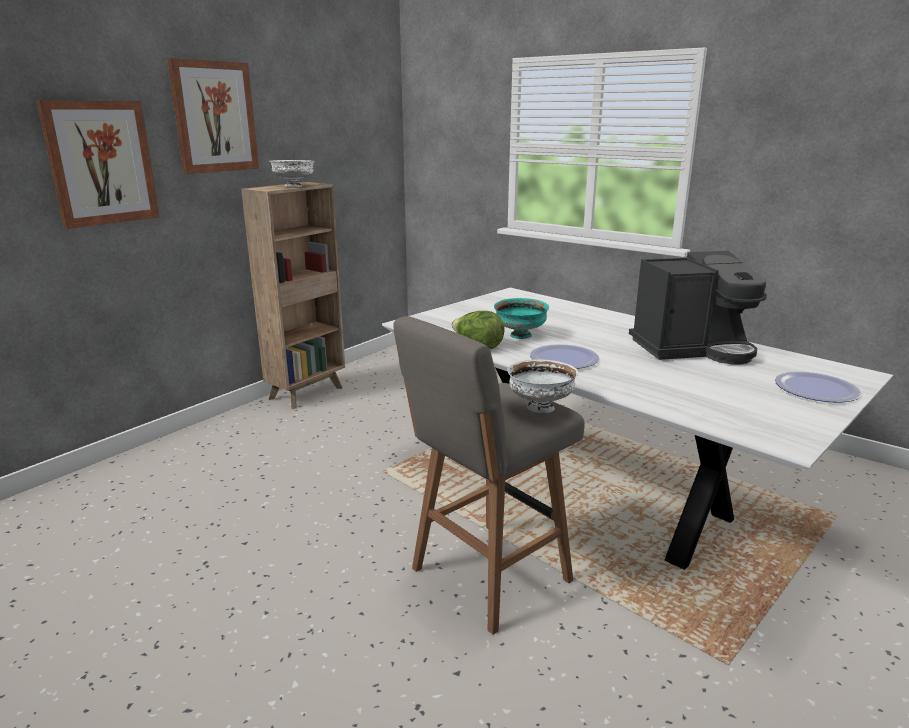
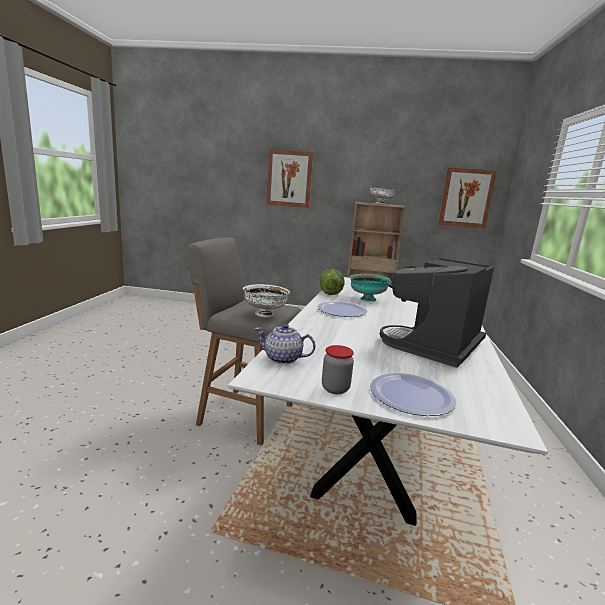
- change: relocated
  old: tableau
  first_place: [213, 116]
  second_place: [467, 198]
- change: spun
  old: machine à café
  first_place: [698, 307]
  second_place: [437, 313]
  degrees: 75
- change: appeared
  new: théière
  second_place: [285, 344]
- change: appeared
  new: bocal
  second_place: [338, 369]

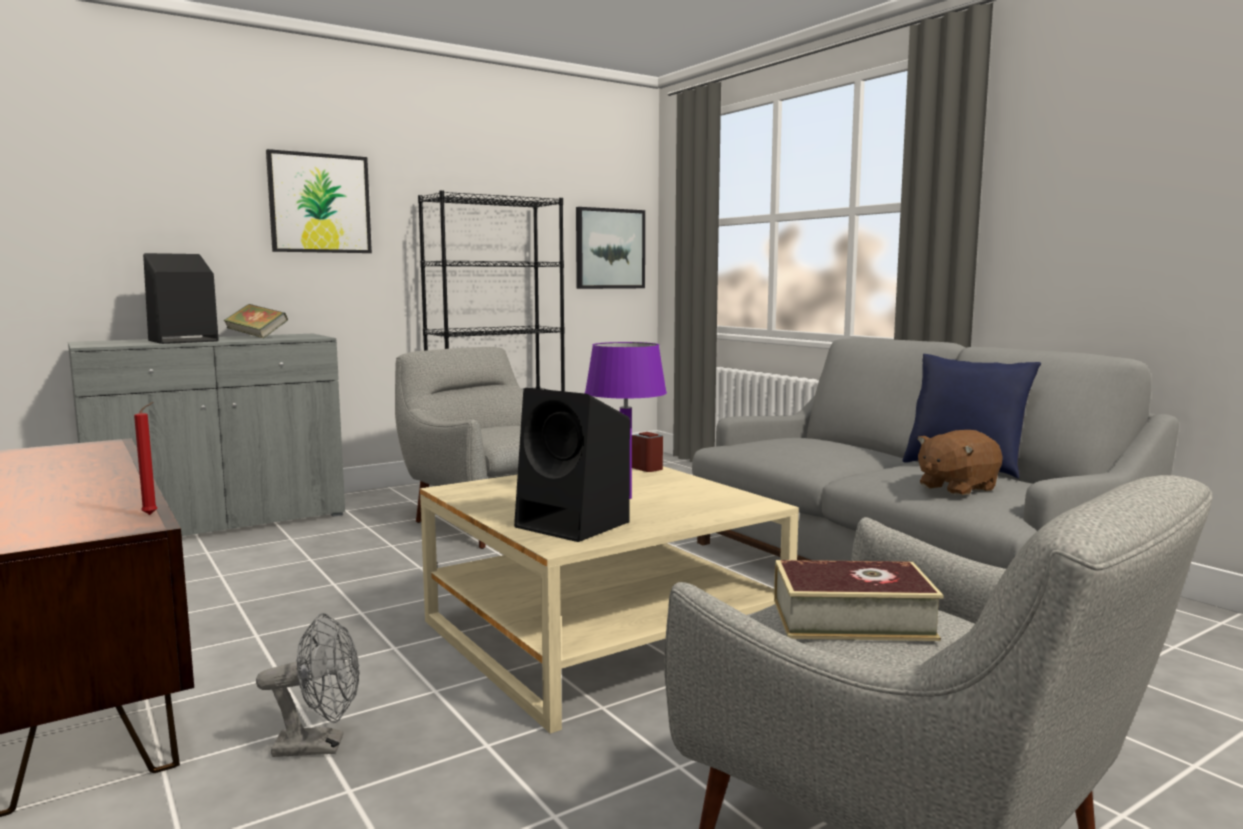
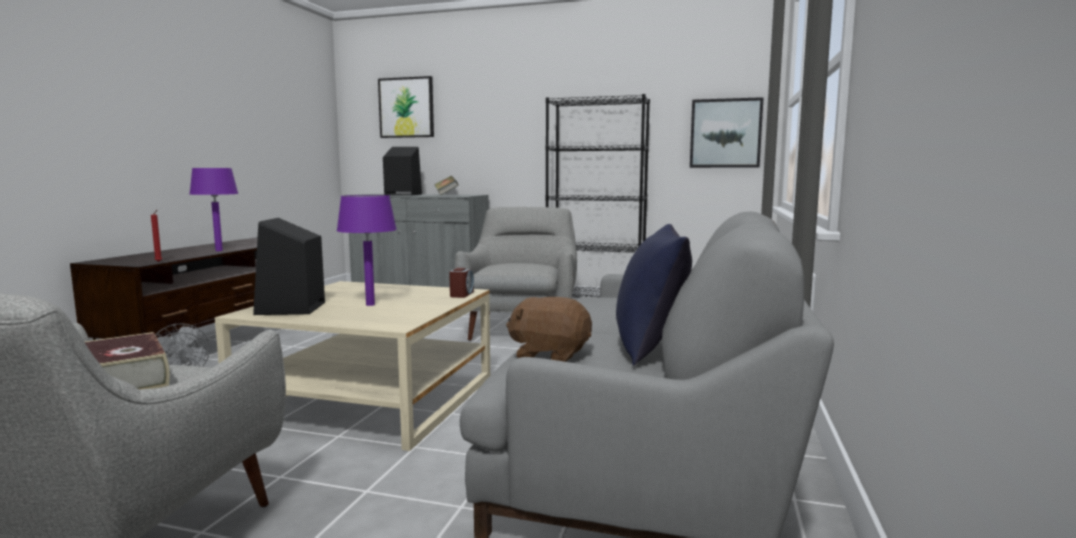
- change: relocated
  old: tableau
  first_place: [319, 201]
  second_place: [406, 107]
- change: appeared
  new: lampe de table/violet
  second_place: [214, 209]

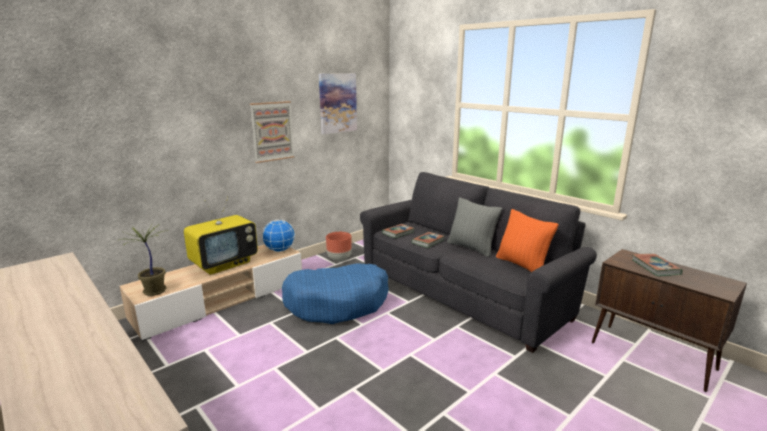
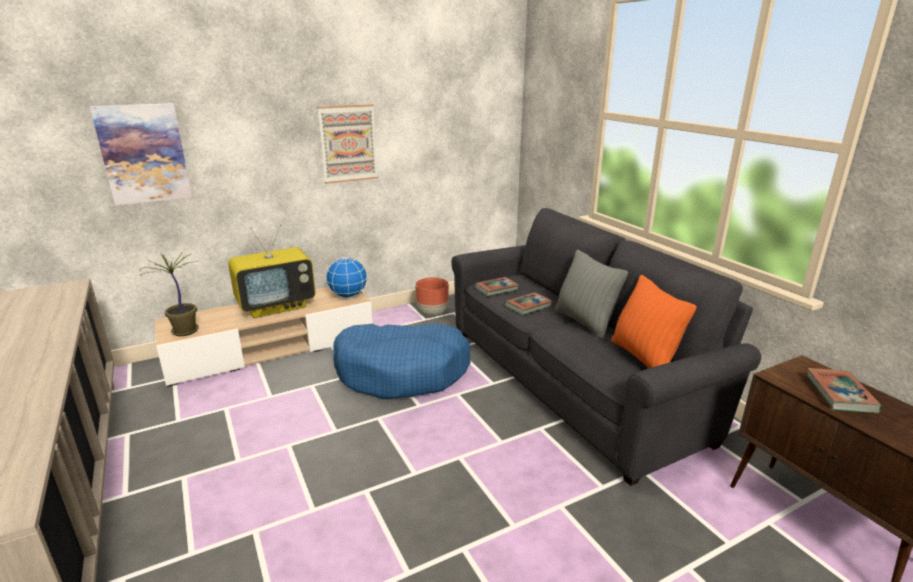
- change: relocated
  old: tableau
  first_place: [338, 103]
  second_place: [141, 154]

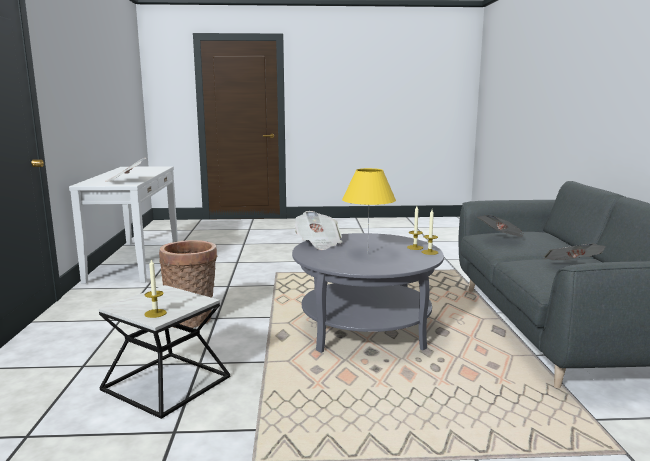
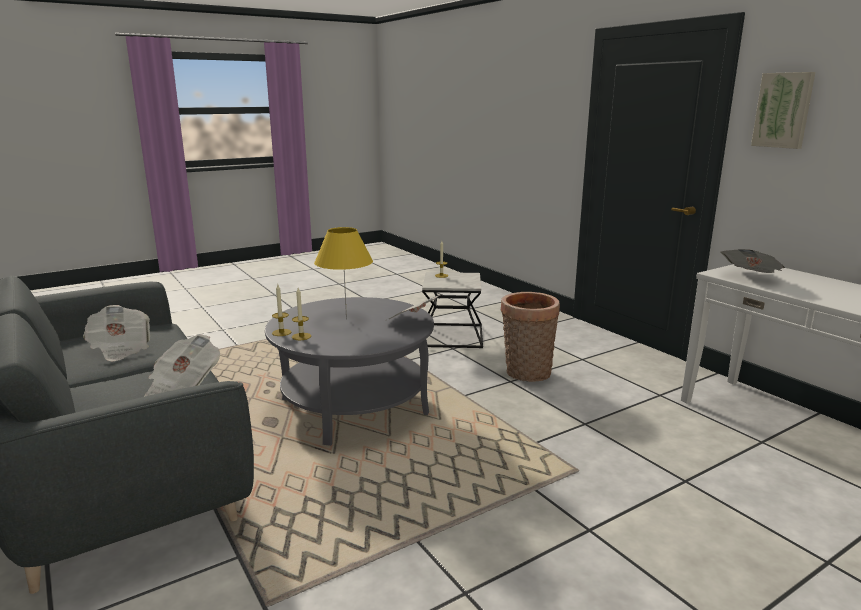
- change: appeared
  new: tableau
  second_place: [783, 110]

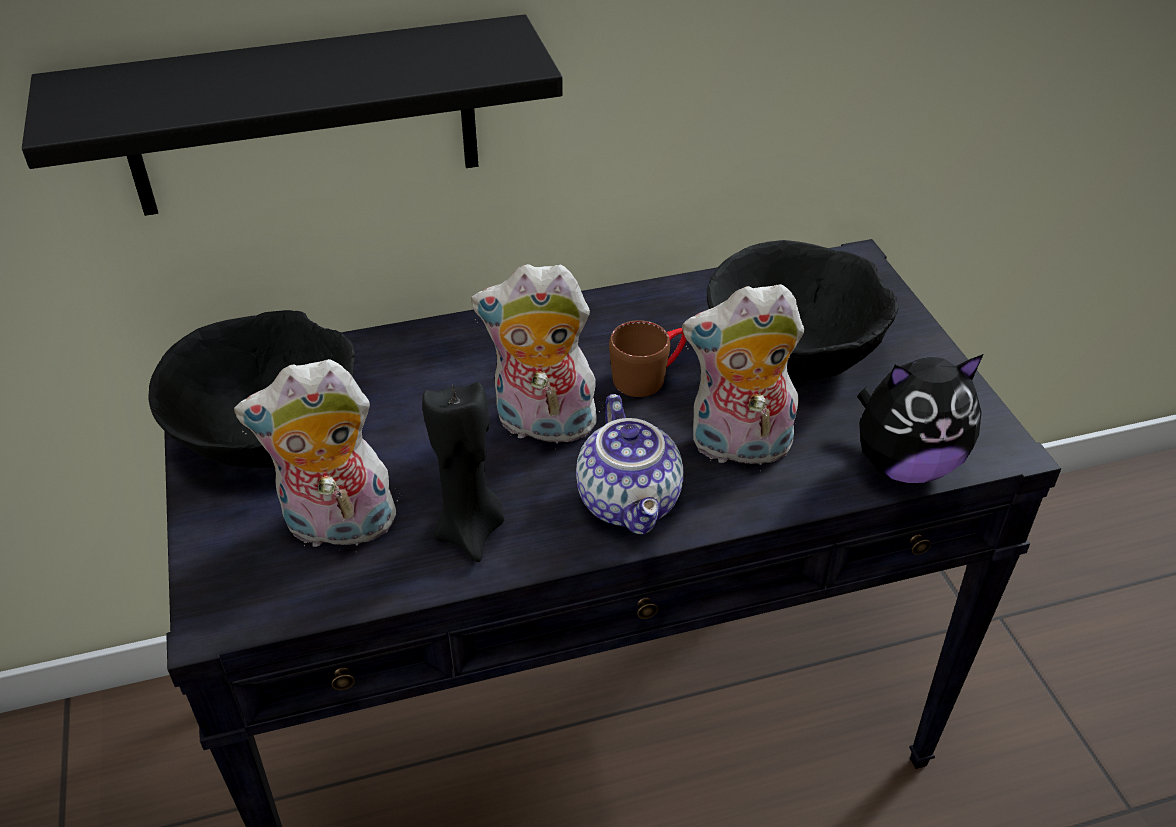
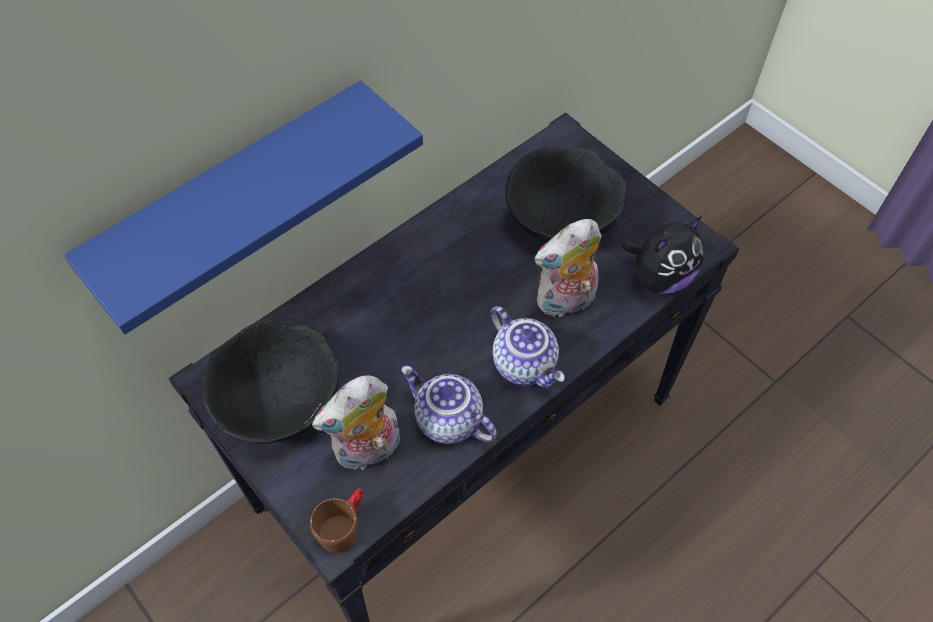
- change: colour
  old: étagère/noir
  new: étagère/bleu
  first_place: [292, 115]
  second_place: [243, 207]
- change: exchanged
  old: bougie/noir
  new: théière
  first_place: [463, 472]
  second_place: [449, 405]
- change: missing
  old: peluche
  first_place: [535, 356]
- change: relocated
  old: mug/marron
  first_place: [647, 358]
  second_place: [336, 520]

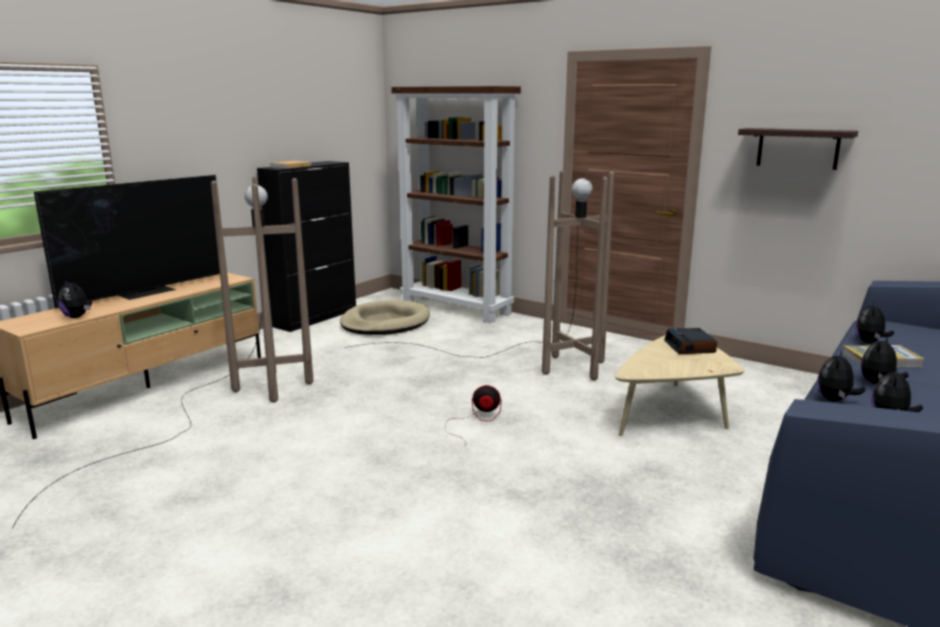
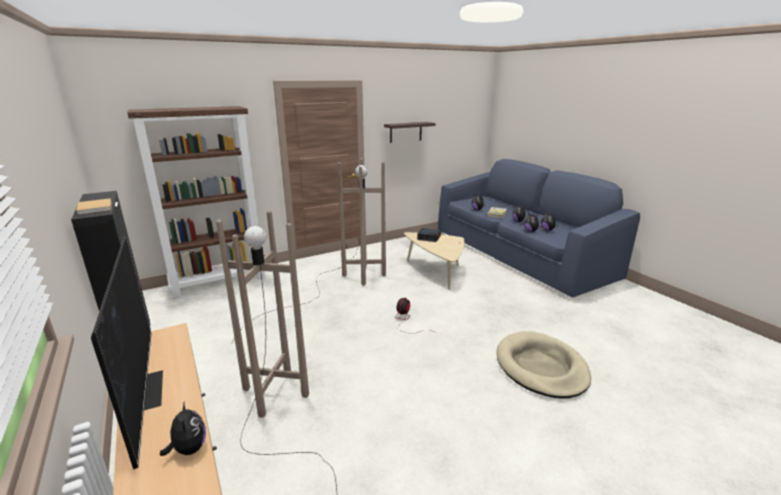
- change: spun
  old: peluche
  first_place: [75, 298]
  second_place: [183, 429]
  degrees: -90
- change: relocated
  old: panier pour chien/beige
  first_place: [385, 317]
  second_place: [543, 365]

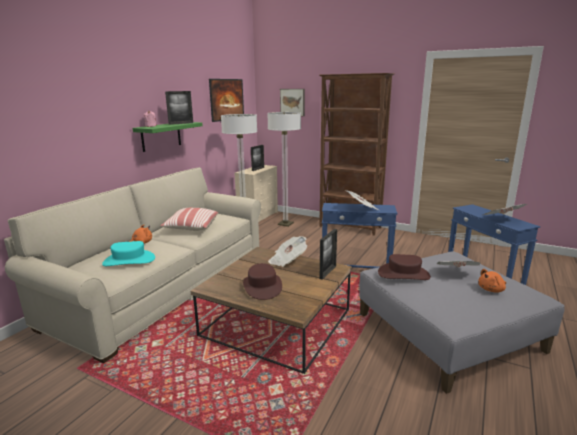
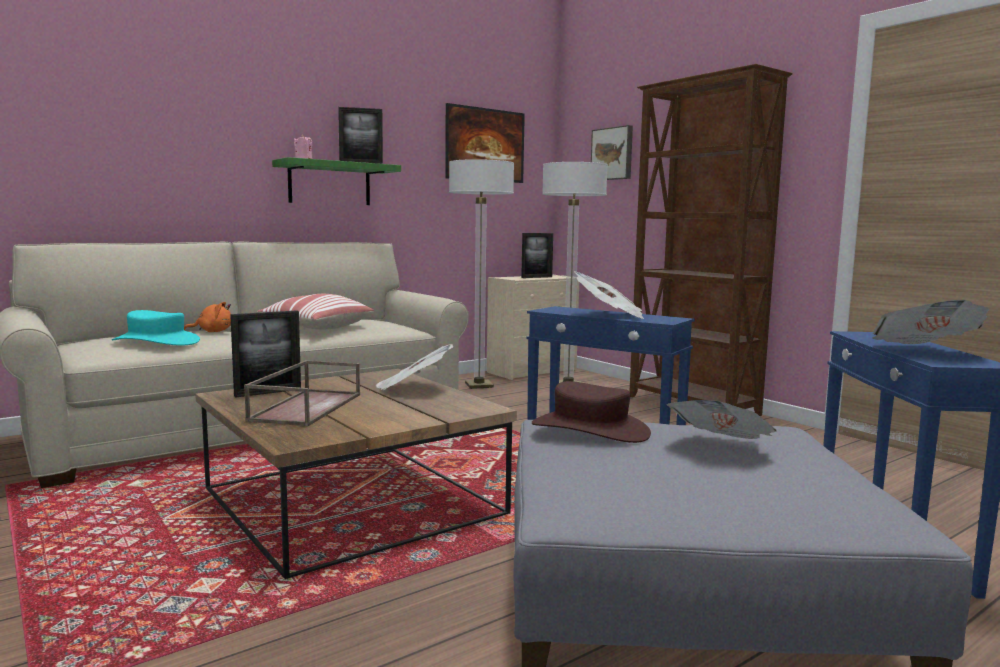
- change: exchanged
  old: chapeau/marron
  new: plateau/marron
  first_place: [262, 281]
  second_place: [302, 393]
- change: relocated
  old: cadre photo
  first_place: [328, 254]
  second_place: [265, 353]
- change: missing
  old: peluche/orange
  first_place: [492, 281]

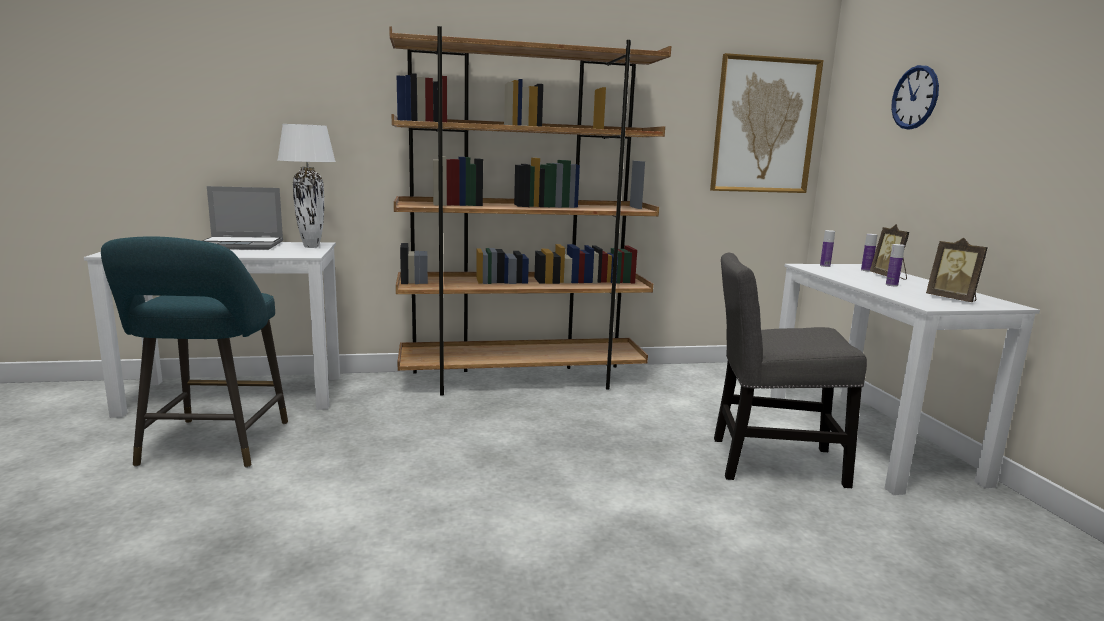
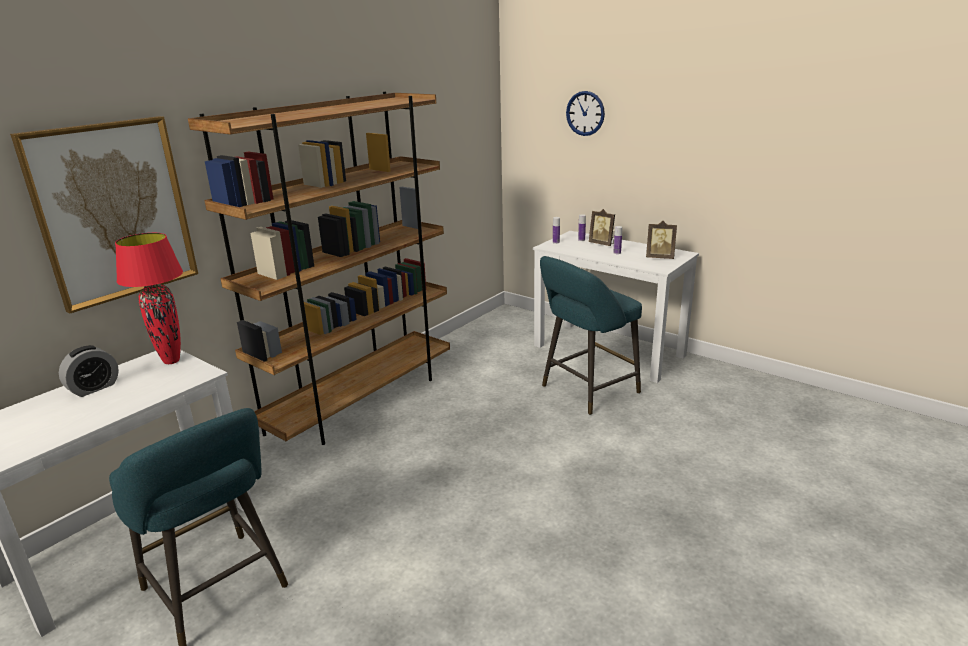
- change: exchanged
  old: ordinateur portable
  new: réveil
  first_place: [242, 218]
  second_place: [89, 371]
- change: colour
  old: lampe de table/blanc
  new: lampe de table/rouge
  first_place: [306, 186]
  second_place: [149, 298]
- change: relocated
  old: tableau
  first_place: [767, 123]
  second_place: [104, 215]
- change: exchanged
  old: chaise/gris
  new: tabouret/turquoise
  first_place: [790, 370]
  second_place: [591, 335]

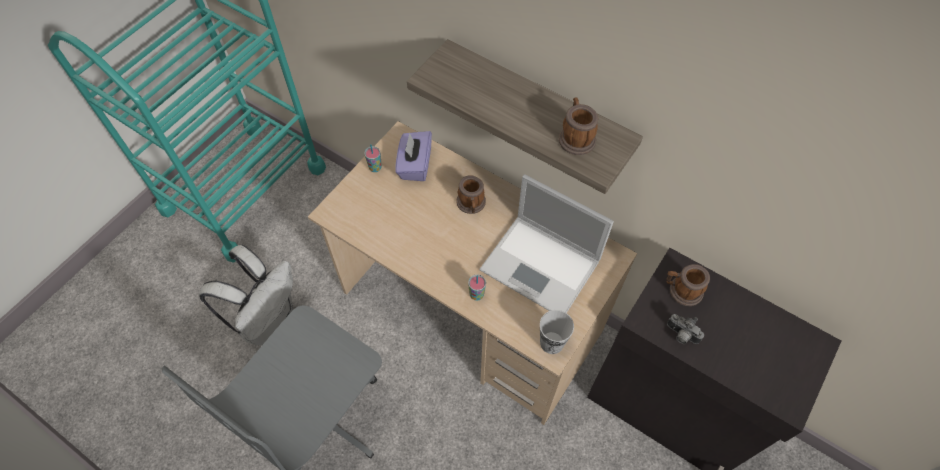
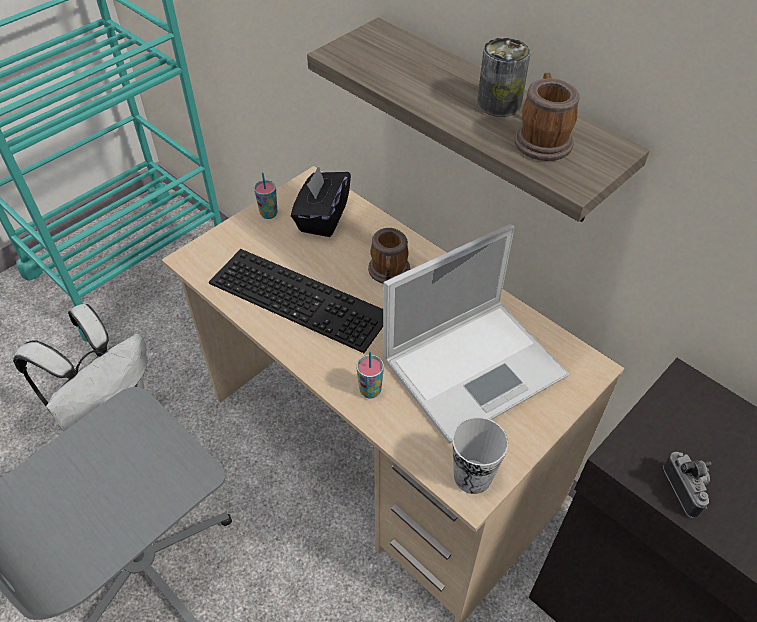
- change: colour
  old: boîte à mouchoirs/violet
  new: boîte à mouchoirs/noir
  first_place: [414, 156]
  second_place: [321, 201]
- change: spun
  old: ordinateur portable
  first_place: [546, 243]
  second_place: [476, 333]
  degrees: -75
- change: missing
  old: mug
  first_place: [688, 285]
- change: spun
  old: appareil photo
  first_place: [685, 329]
  second_place: [687, 485]
  degrees: -150
- change: appeared
  new: clavier
  second_place: [296, 301]
- change: appeared
  new: boîte métallique
  second_place: [504, 77]

